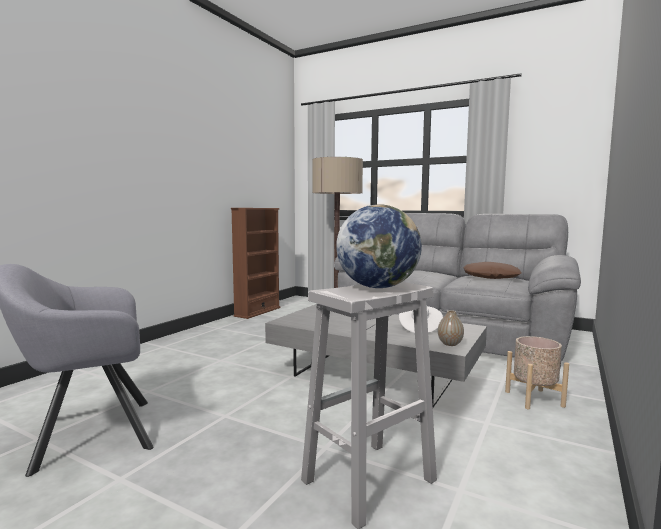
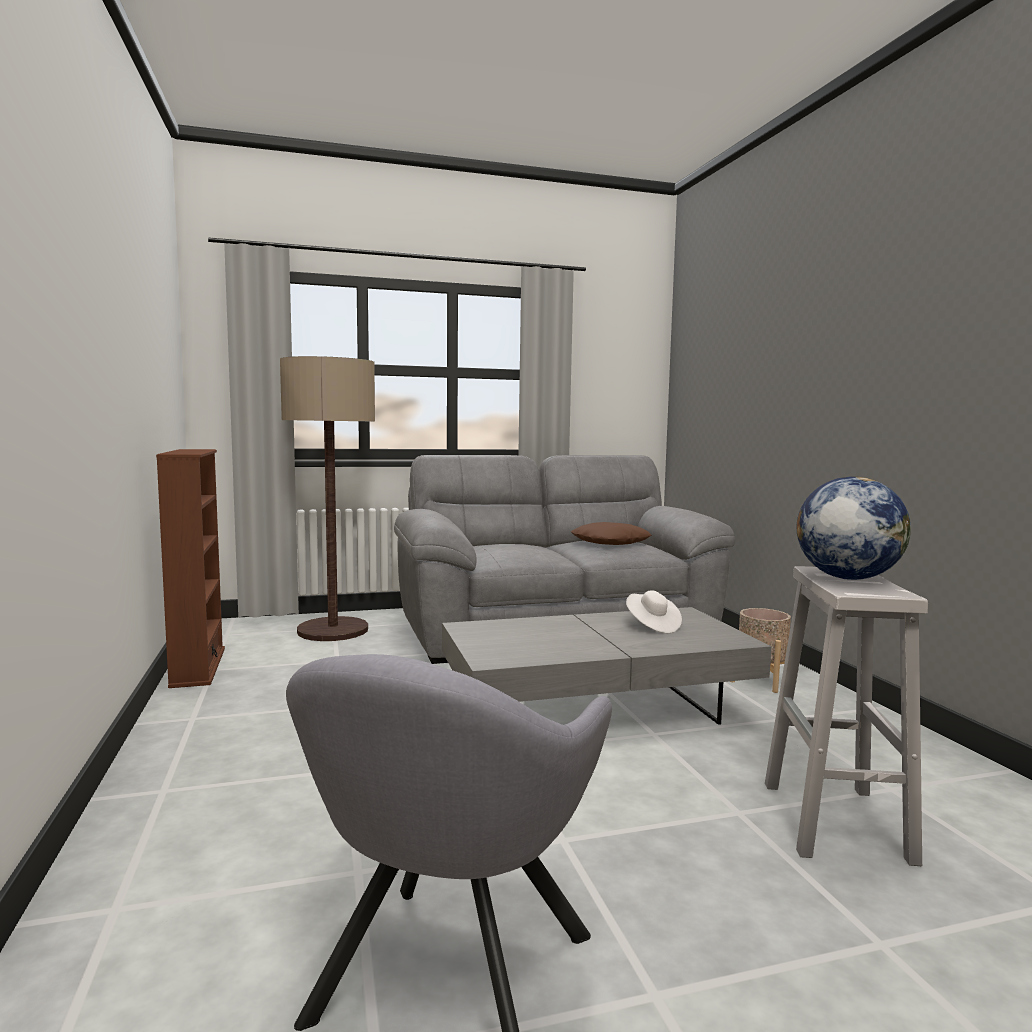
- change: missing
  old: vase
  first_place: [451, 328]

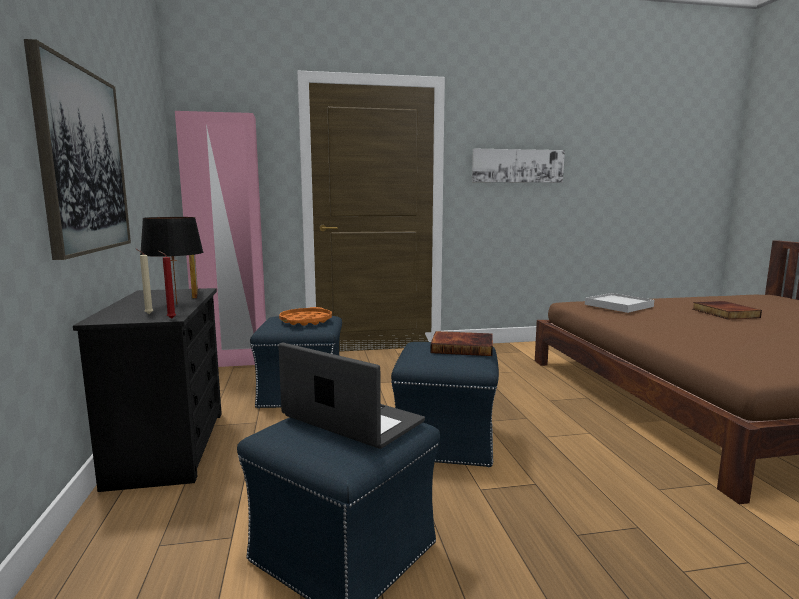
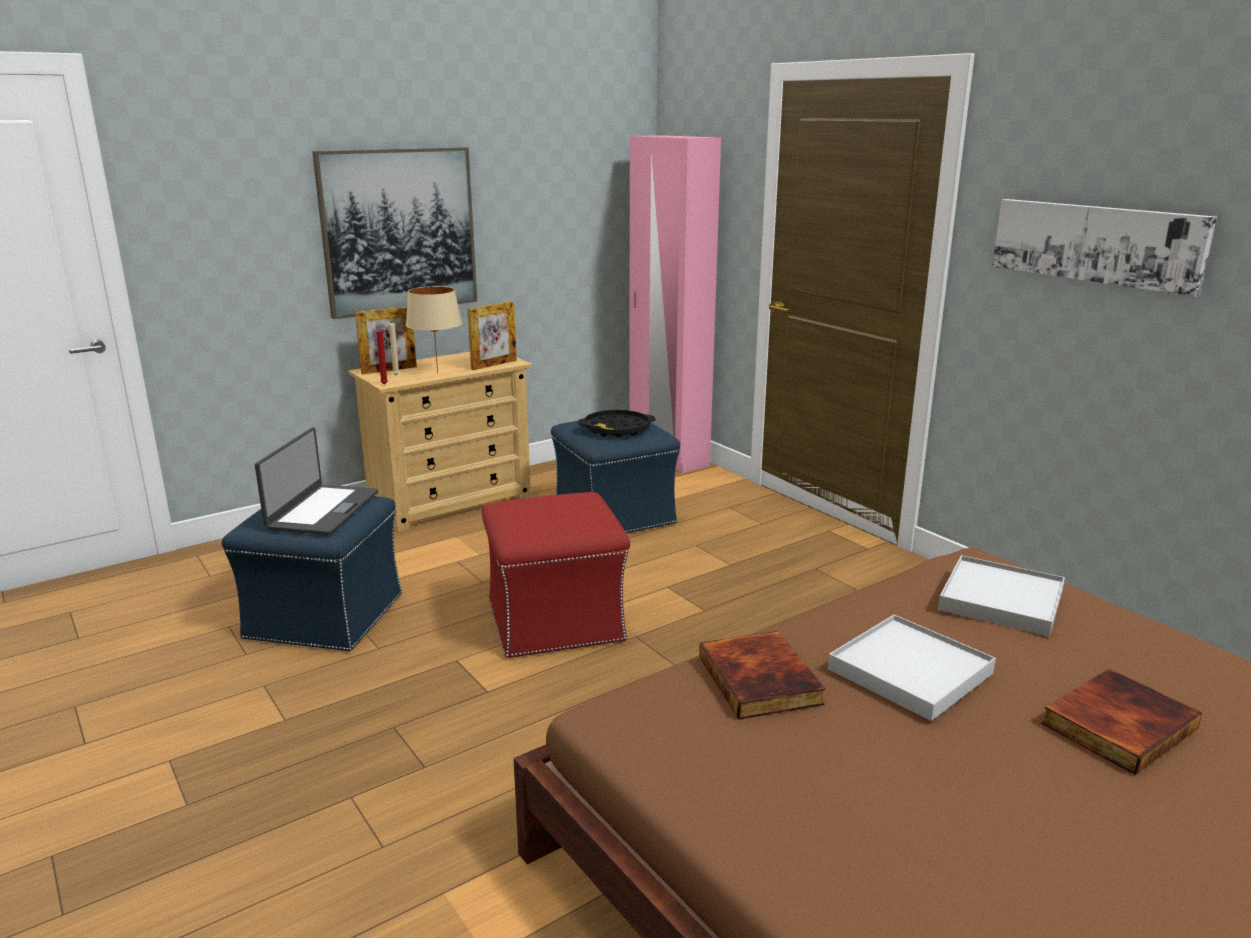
- change: colour
  old: commode/noir
  new: commode/beige
  first_place: [147, 390]
  second_place: [440, 442]
- change: colour
  old: lampe de table/noir
  new: lampe de table/beige
  first_place: [172, 261]
  second_place: [434, 329]
- change: colour
  old: plateau/orange
  new: plateau/noir
  first_place: [305, 316]
  second_place: [616, 423]
- change: colour
  old: pouf/bleu
  new: pouf/rouge
  first_place: [445, 404]
  second_place: [556, 575]
- change: relocated
  old: livre
  first_place: [462, 343]
  second_place: [762, 675]
- change: appeared
  new: cadre photo
  second_place: [386, 340]
- change: appeared
  new: plateau/blanc
  second_place: [912, 668]

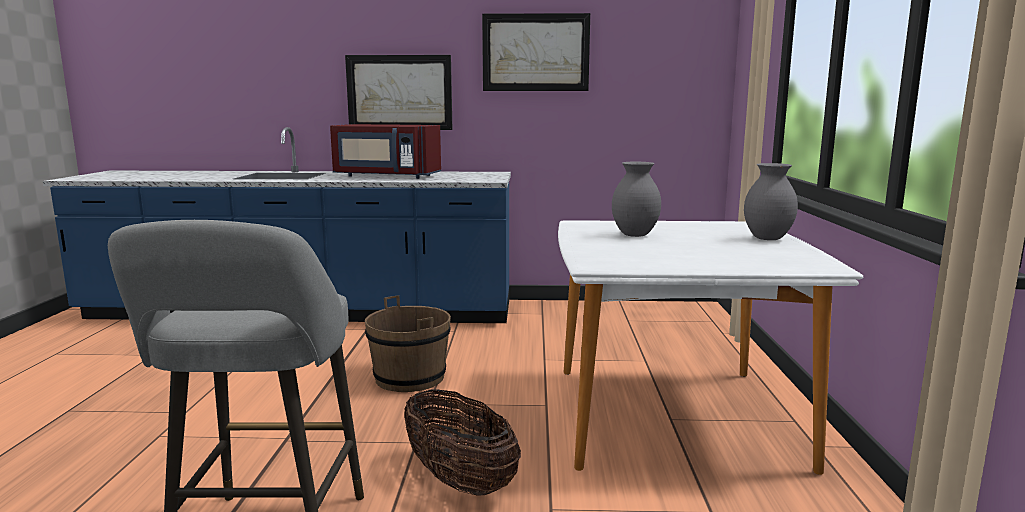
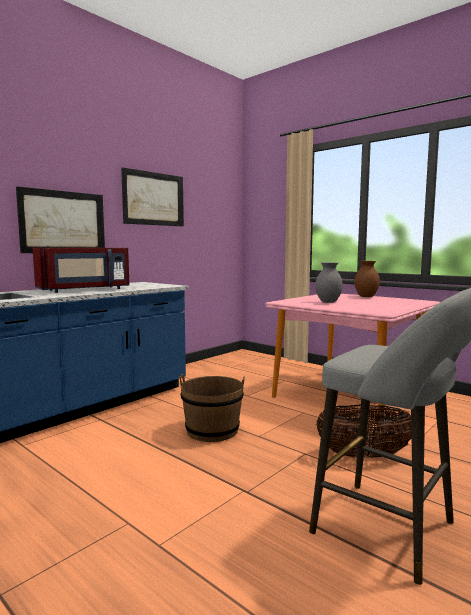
- change: colour
  old: table à manger/blanc
  new: table à manger/rose
  first_place: [710, 347]
  second_place: [352, 360]
- change: colour
  old: vase/gris
  new: vase/marron
  first_place: [771, 201]
  second_place: [367, 279]

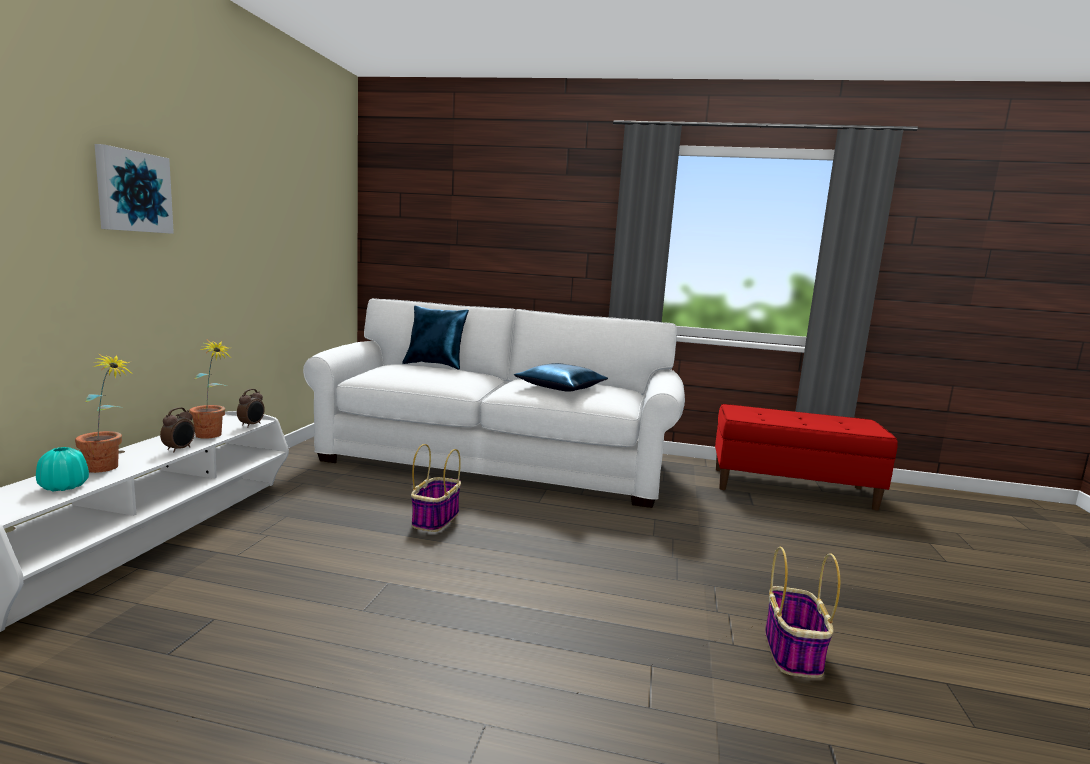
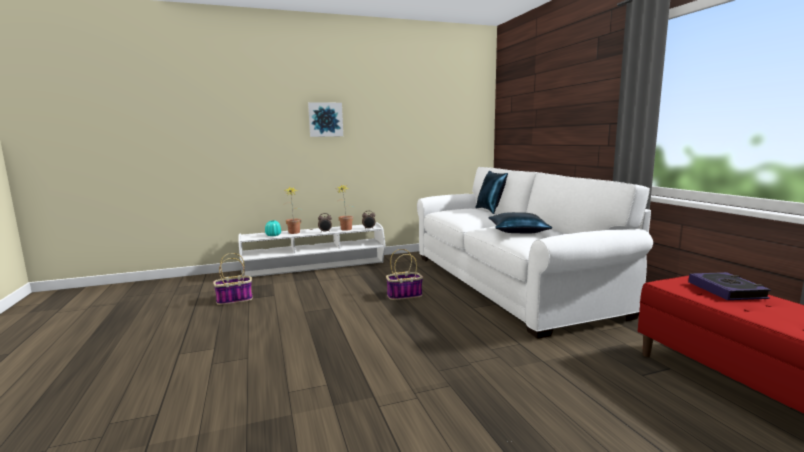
- change: relocated
  old: panier
  first_place: [802, 612]
  second_place: [233, 279]
- change: appeared
  new: livre
  second_place: [729, 286]

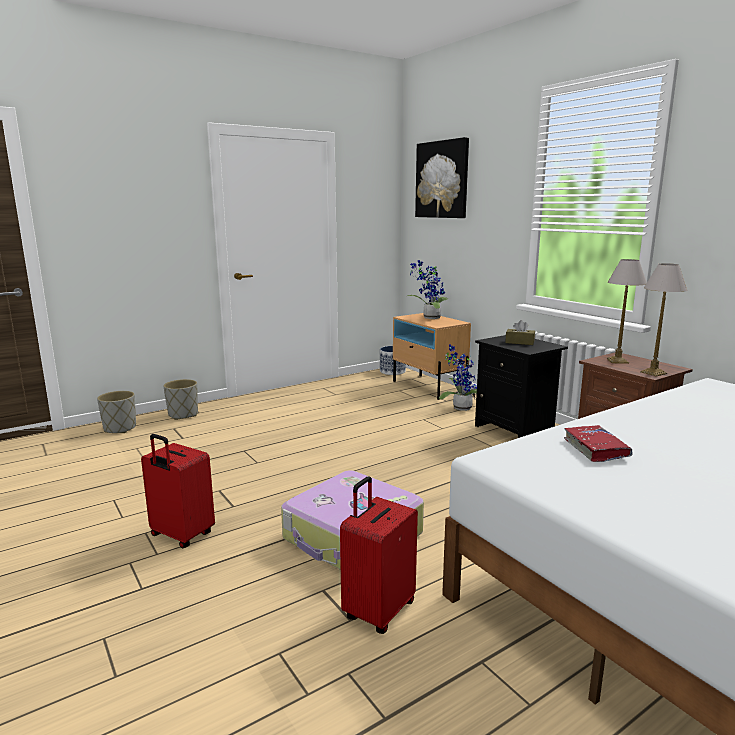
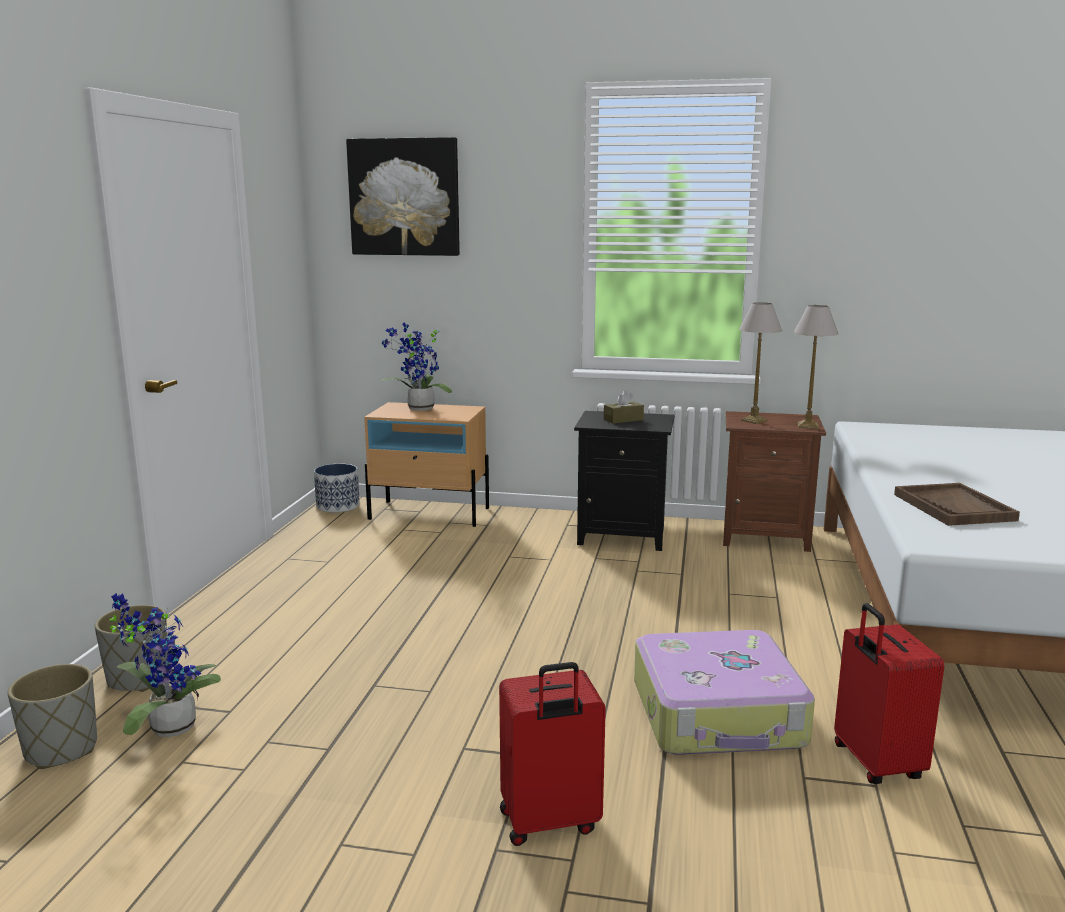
- change: relocated
  old: plante en pot
  first_place: [458, 377]
  second_place: [165, 665]
- change: exchanged
  old: livre/rouge
  new: plateau/marron
  first_place: [598, 443]
  second_place: [957, 504]

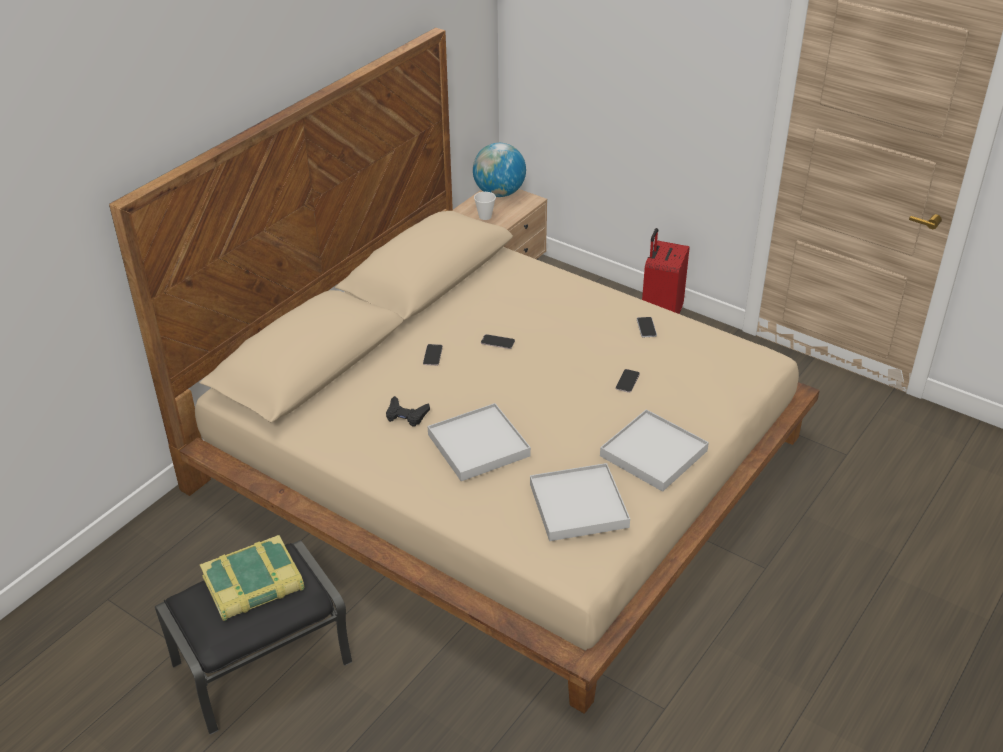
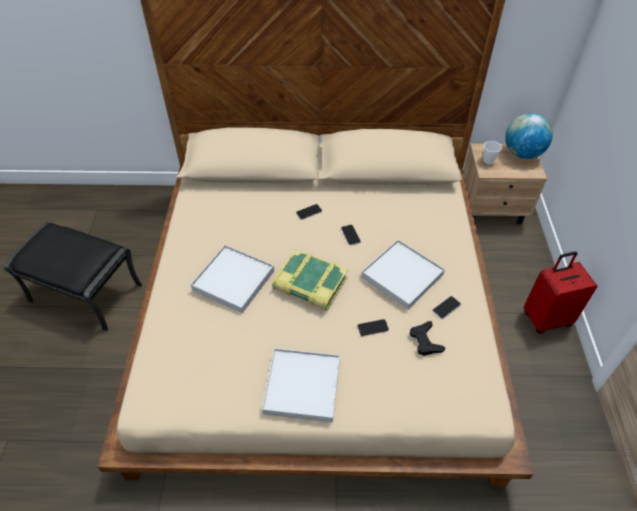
- change: relocated
  old: livre
  first_place: [252, 578]
  second_place: [310, 280]
- change: relocated
  old: manette/noir
  first_place: [408, 411]
  second_place: [427, 338]
- change: relocated
  old: plateau/blanc
  first_place: [580, 502]
  second_place: [403, 275]

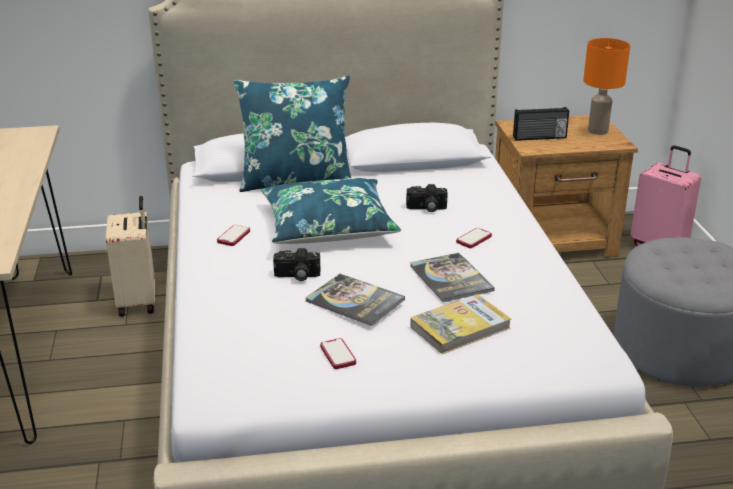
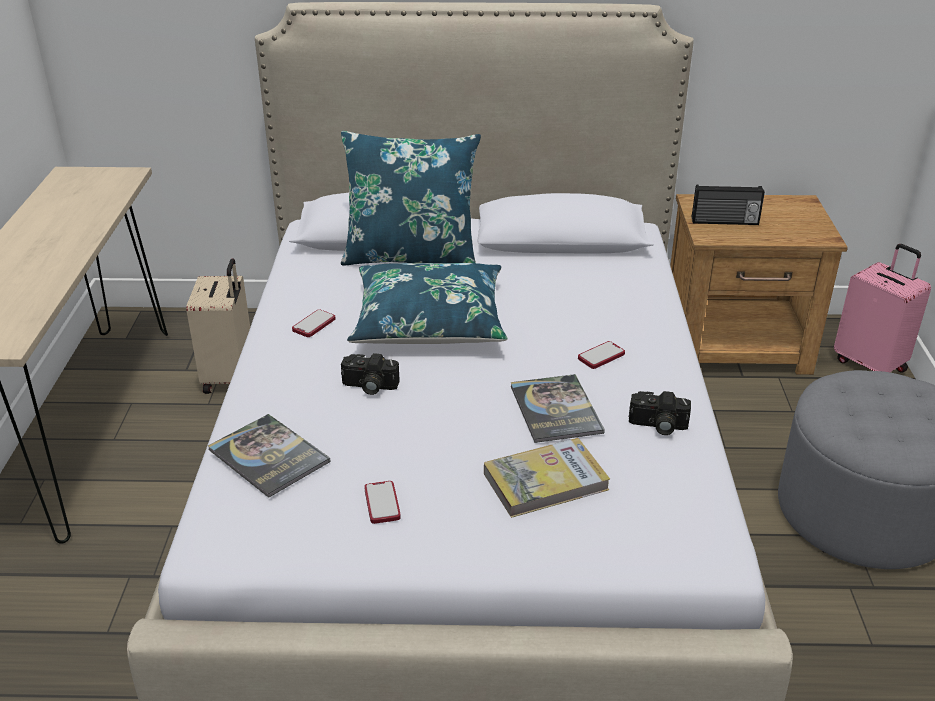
- change: relocated
  old: livre
  first_place: [355, 300]
  second_place: [269, 456]
- change: relocated
  old: appareil photo
  first_place: [427, 198]
  second_place: [660, 413]
- change: missing
  old: lampe de table/orange
  first_place: [606, 86]

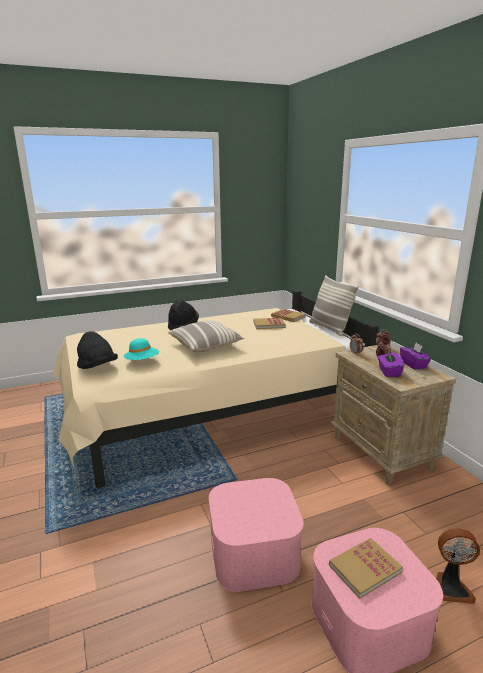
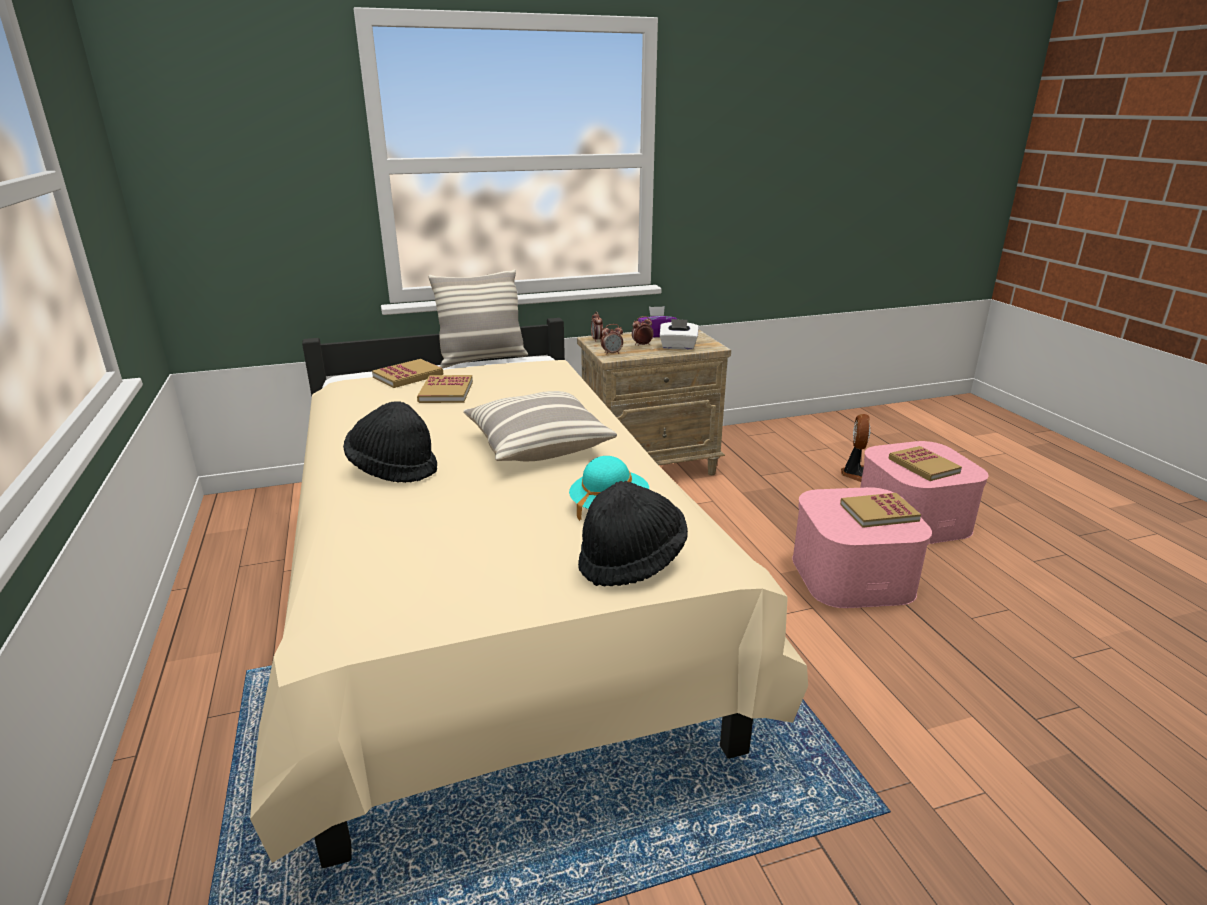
- change: colour
  old: boîte à mouchoirs/violet
  new: boîte à mouchoirs/blanc
  first_place: [391, 363]
  second_place: [679, 334]
- change: appeared
  new: livre
  second_place: [880, 510]

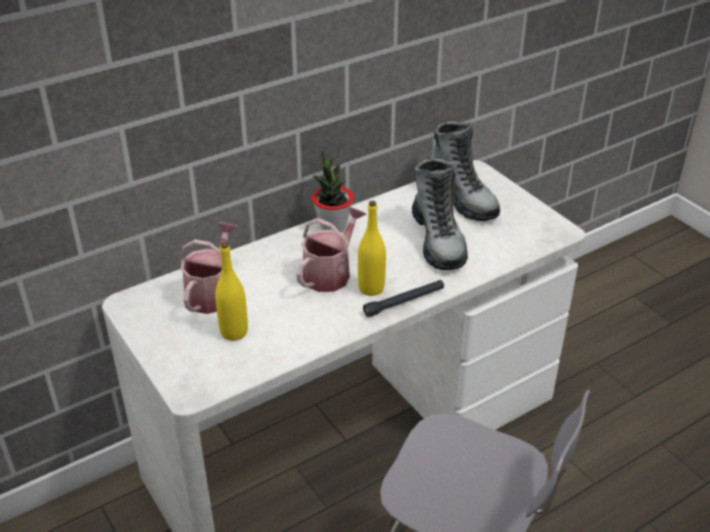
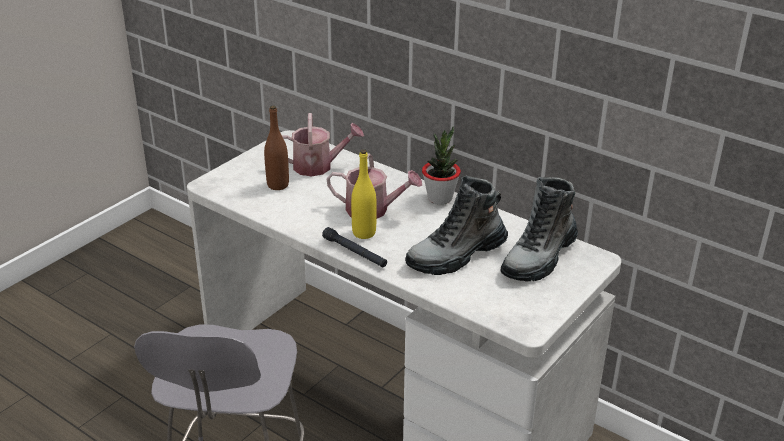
- change: colour
  old: bouteille/jaune
  new: bouteille/marron
  first_place: [231, 291]
  second_place: [276, 147]

